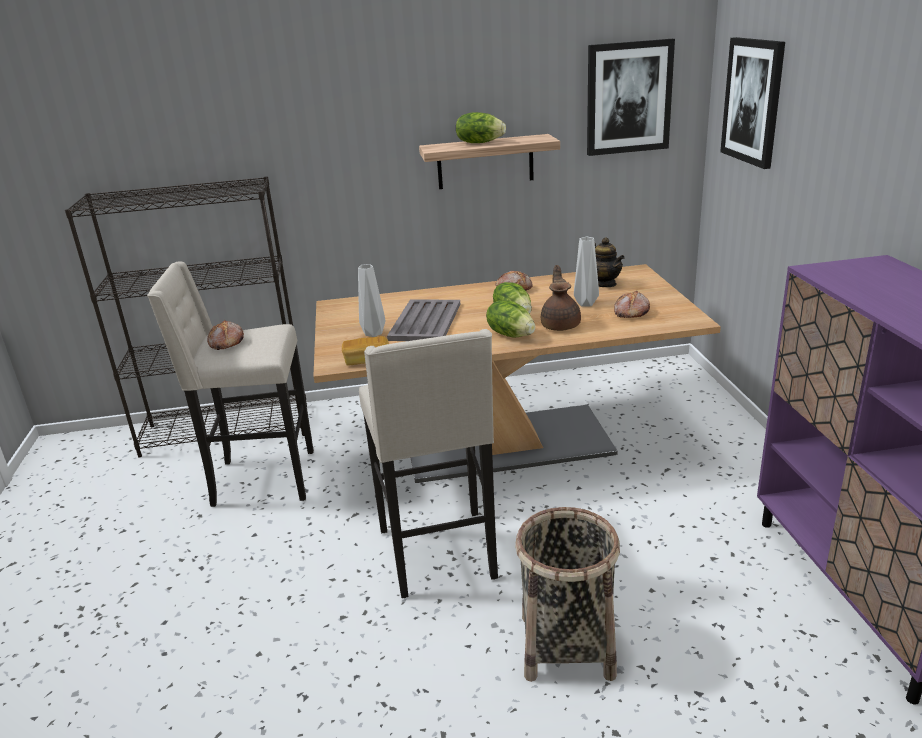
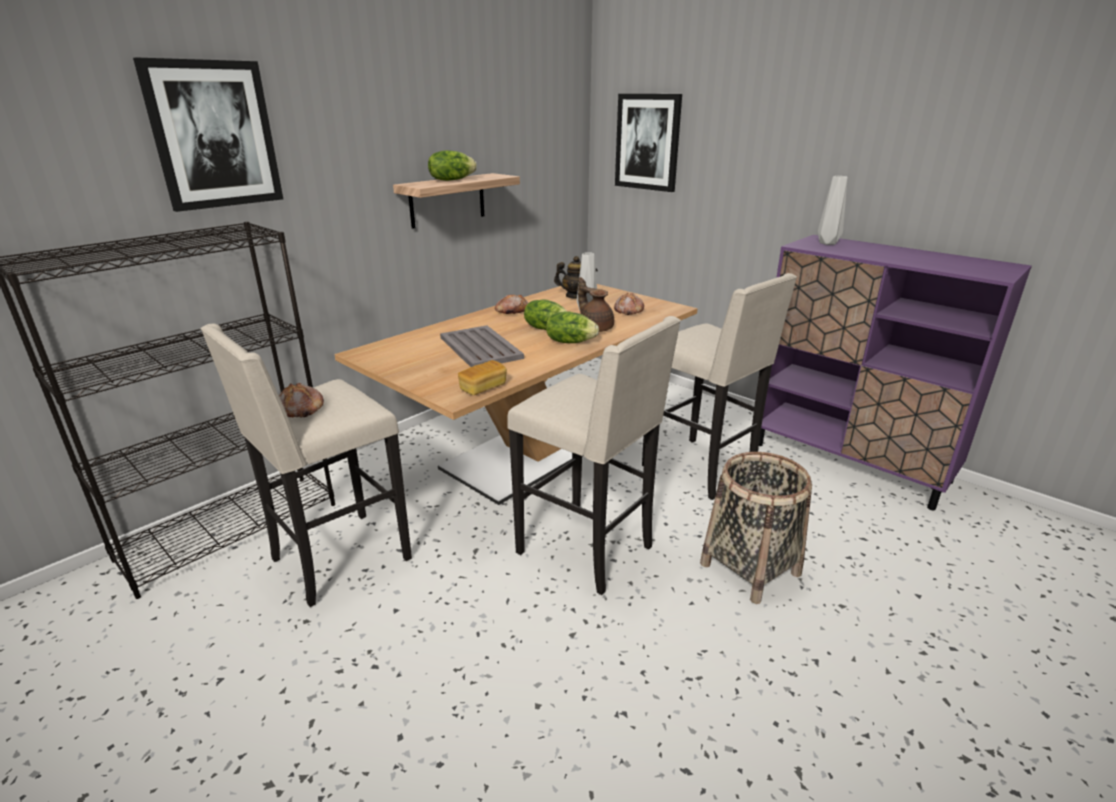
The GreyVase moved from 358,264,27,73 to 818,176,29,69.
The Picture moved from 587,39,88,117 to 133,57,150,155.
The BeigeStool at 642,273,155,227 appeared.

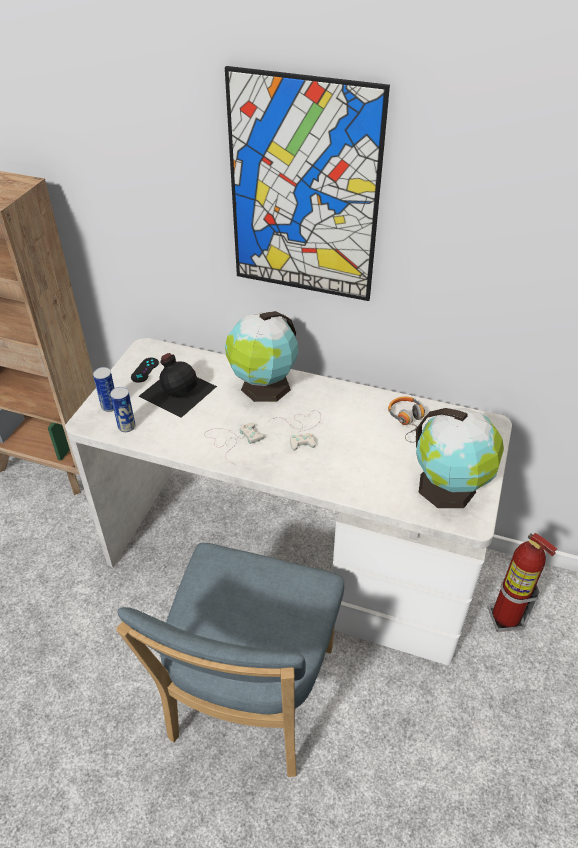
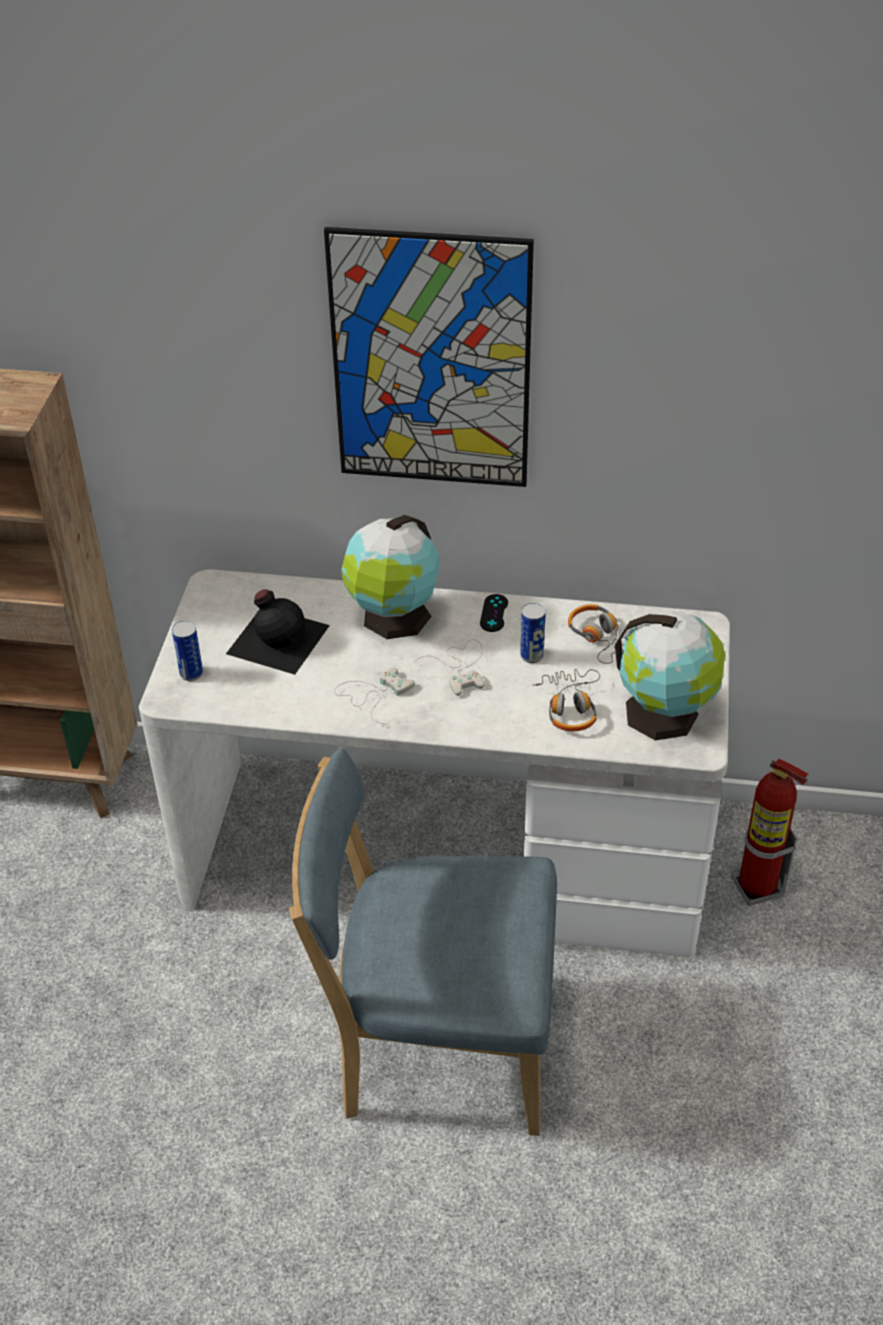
The Can moved from 110,387,26,45 to 520,603,26,60.
The BlueChair at 116,543,228,234 turned 90 degrees clockwise.
The BlackGameController moved from 131,358,28,24 to 480,594,28,38.
The Headphones at 532,669,68,62 appeared.

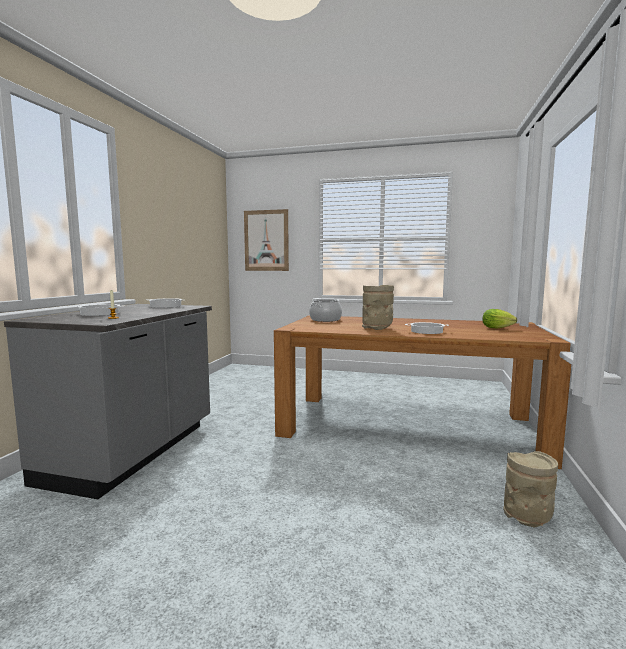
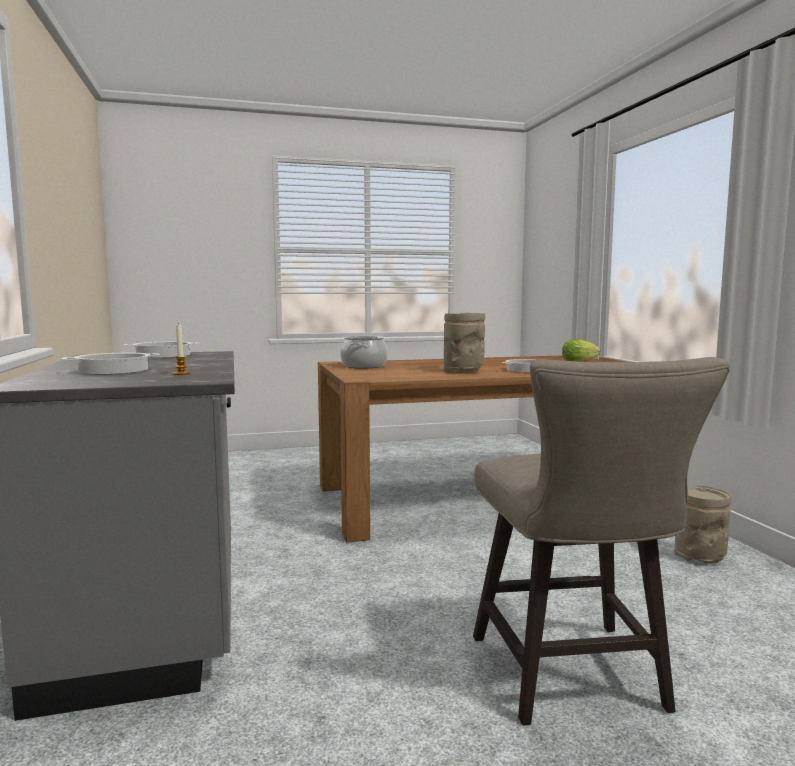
The Picture at 244,209,45,62 disappeared.
The BeigeStool at 473,357,257,368 appeared.

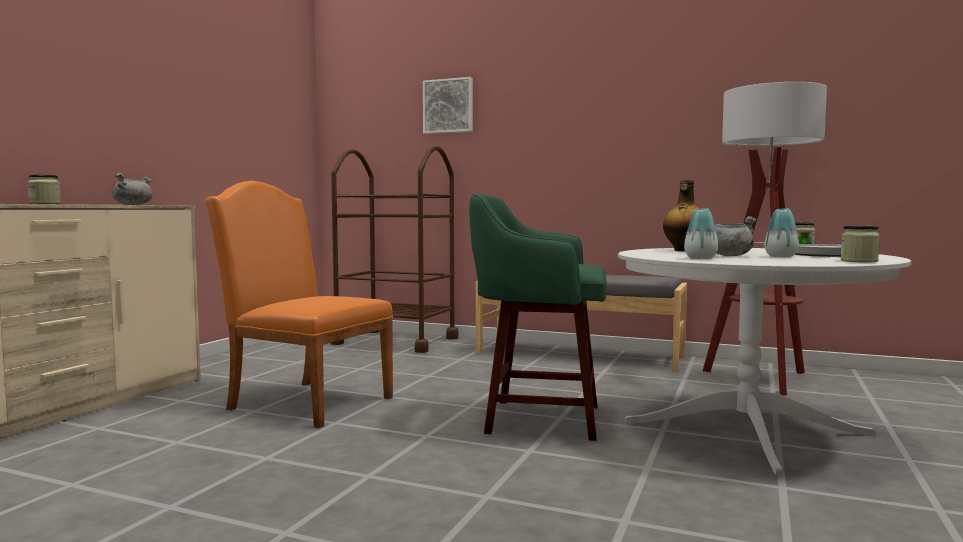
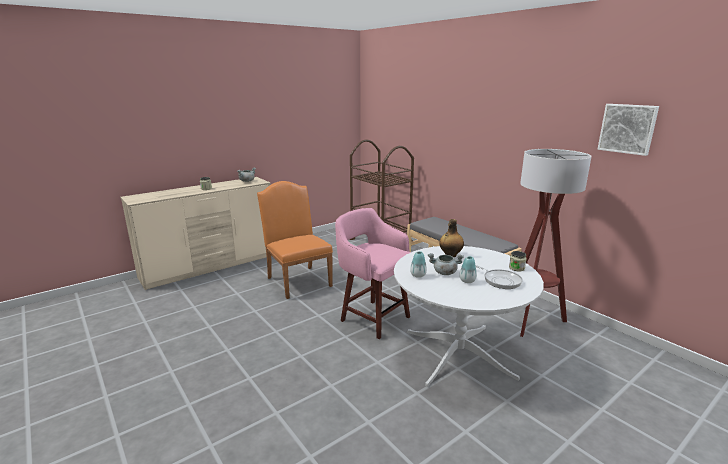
The Picture moved from 423,77,50,57 to 597,104,62,52.
The GreenStool at 469,194,137,247 became the PinkStool at 335,208,76,131.
The Jar at 841,226,39,37 disappeared.

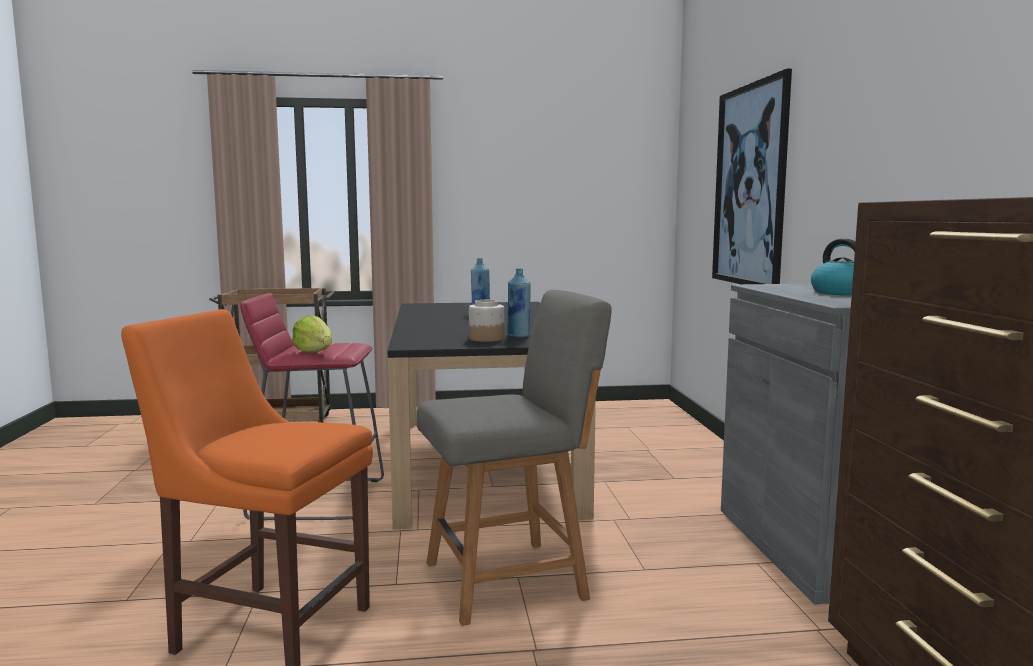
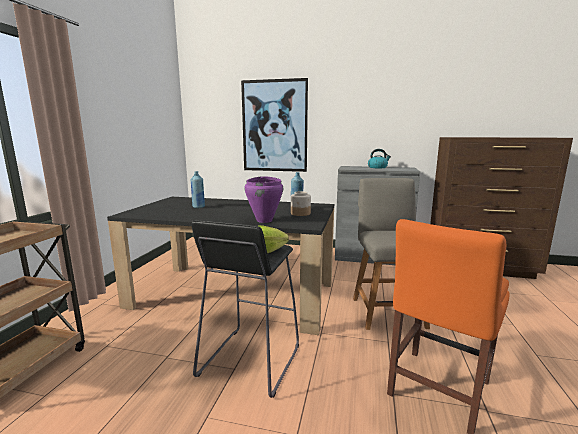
The RedStool at 240,293,144,227 became the BlackStool at 191,220,108,178.
The PurpleCookingPot at 244,176,39,47 appeared.

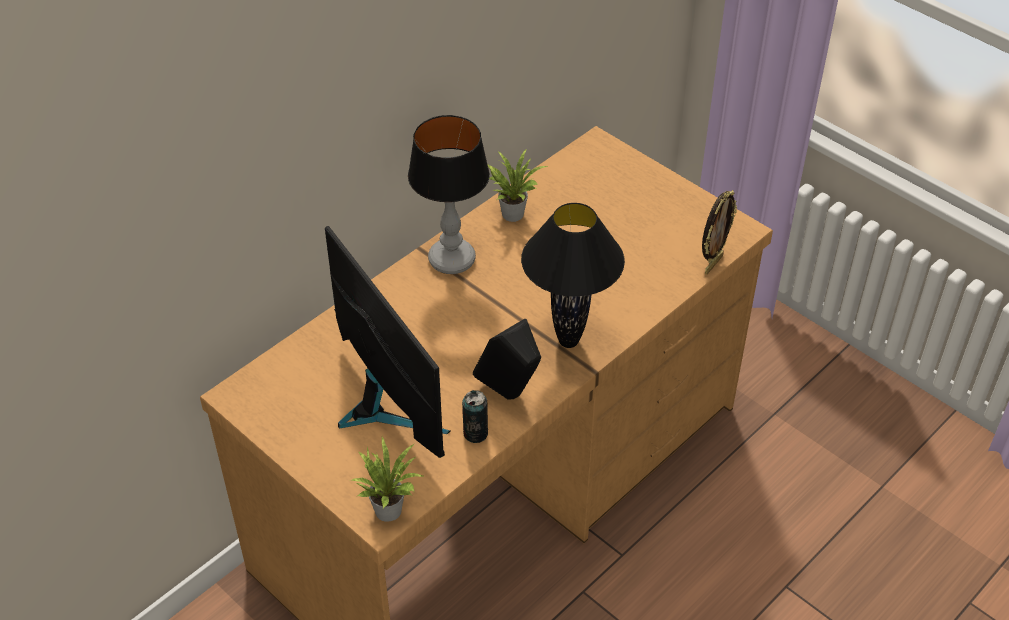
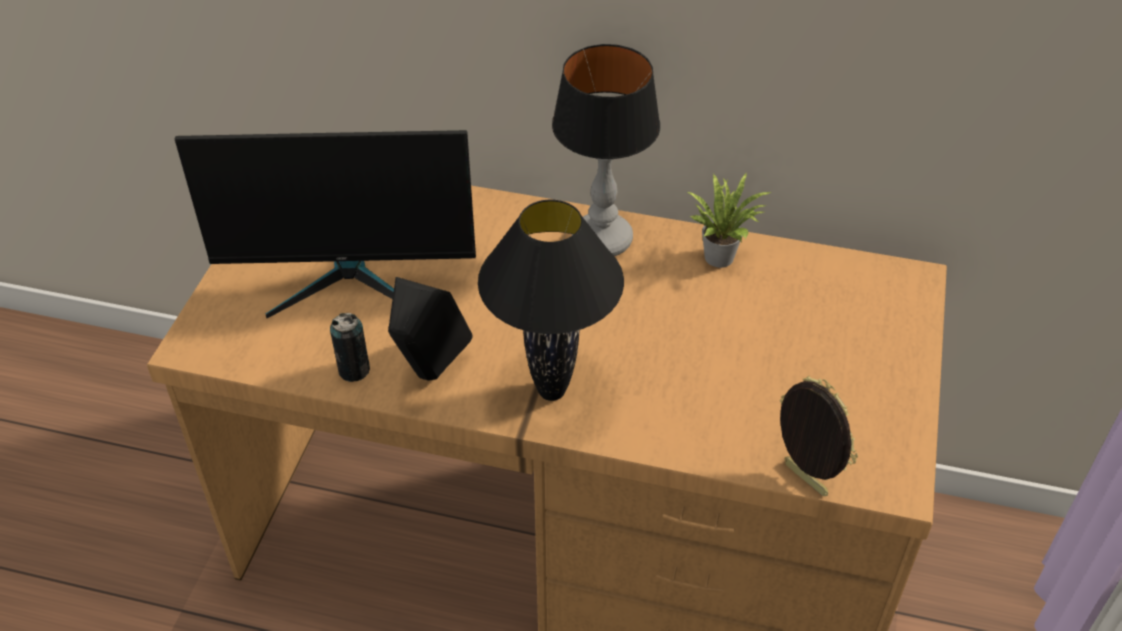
The Monitor at 325,226,126,232 turned 60 degrees clockwise.
The PottedPlant at 351,437,74,85 disappeared.
The PictureFrame at 702,190,35,85 turned 135 degrees counterclockwise.

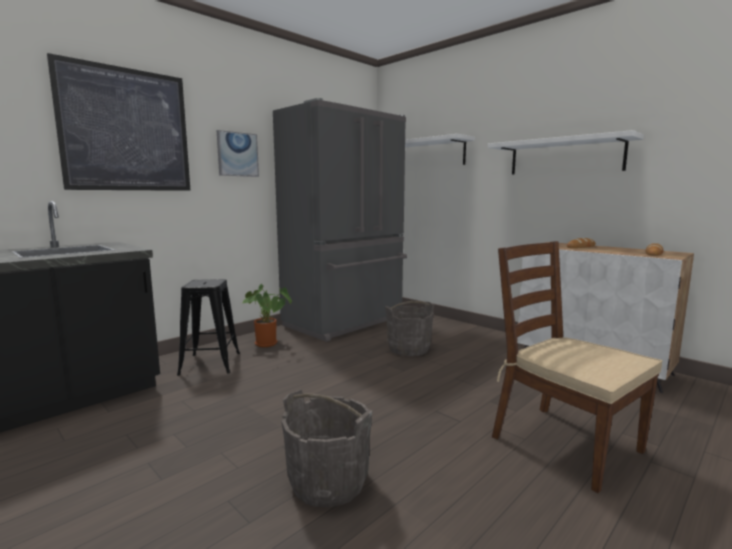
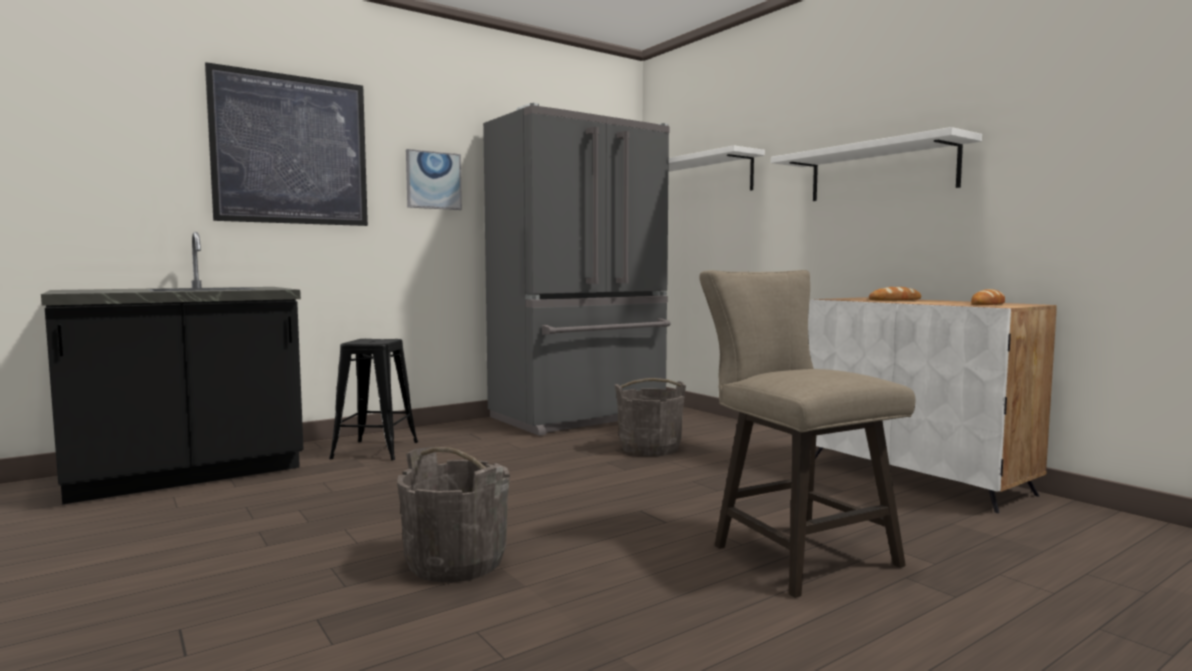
The PottedPlant at 242,284,50,63 disappeared.
The BrownChair at 492,241,170,252 was replaced by the BeigeStool at 699,270,216,328.

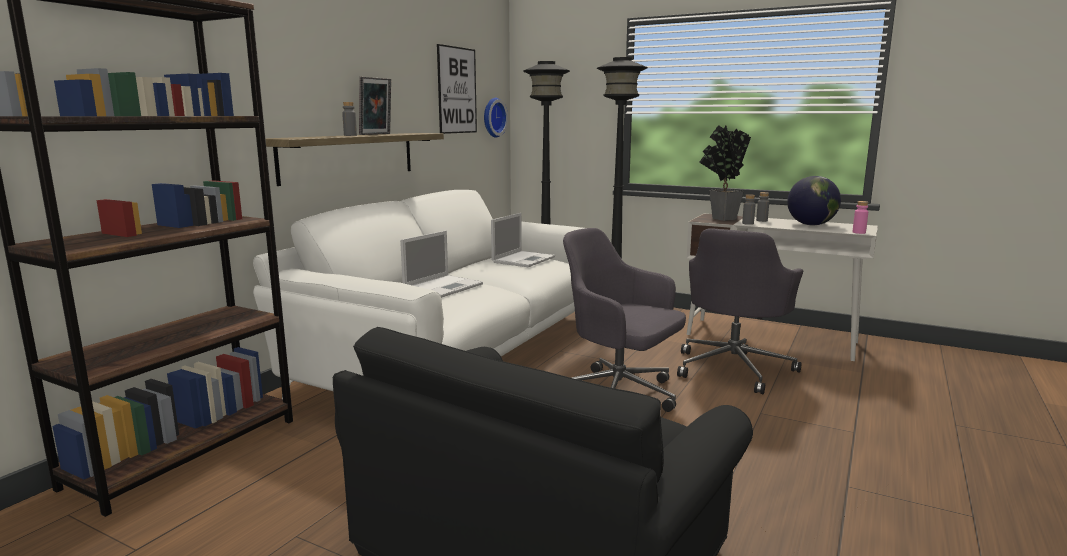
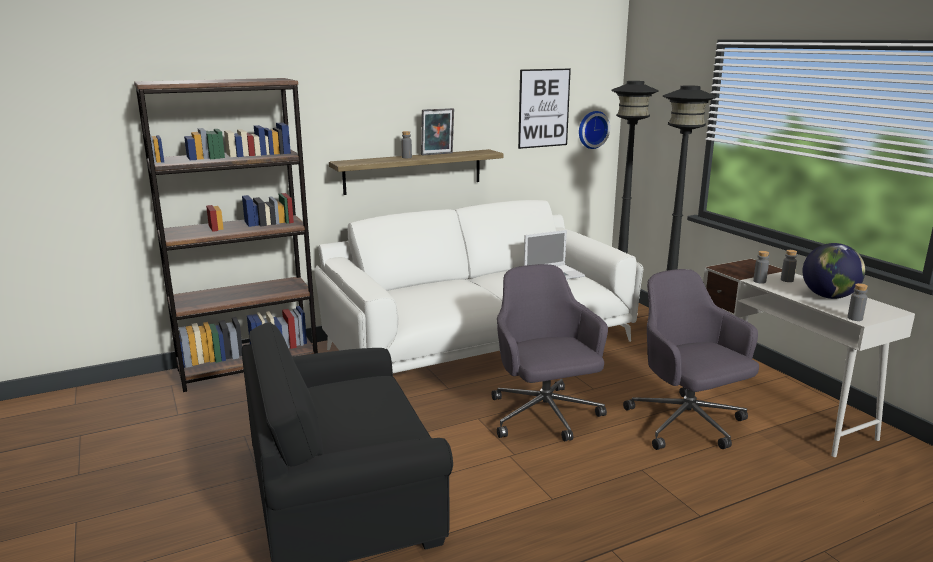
The Laptop at 400,230,83,68 disappeared.
The GreyOfficeChair at 677,228,126,166 turned 90 degrees clockwise.
The PottedPlant at 700,125,51,96 disappeared.
The PinkBottle at 852,201,16,33 became the GreyBottle at 847,283,21,38.

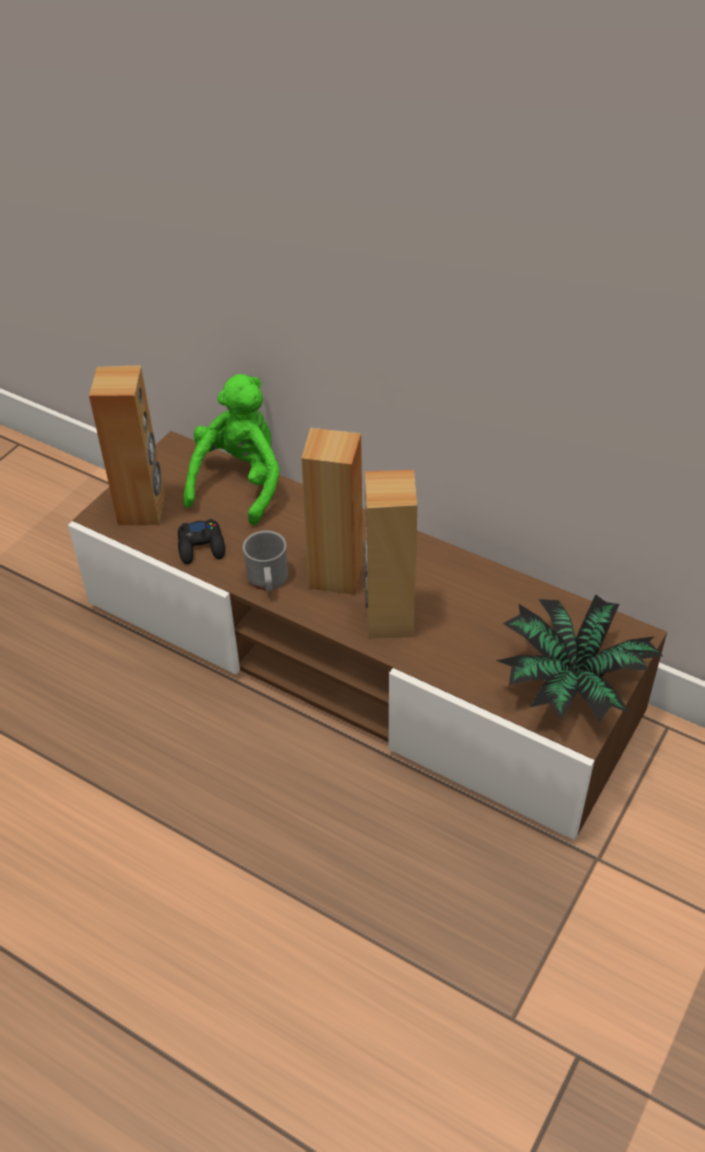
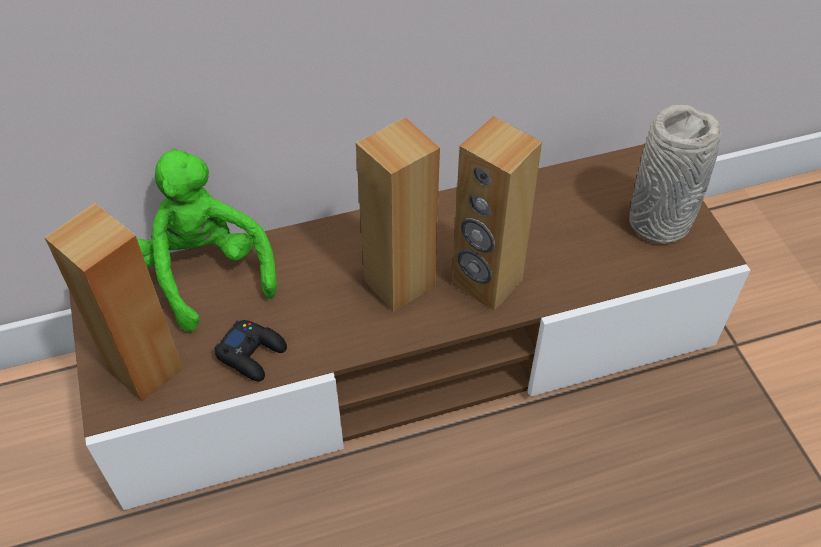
The GreyMug at 243,531,45,60 disappeared.
The PottedPlant at 496,594,167,128 was replaced by the GreyVase at 629,105,93,139.

